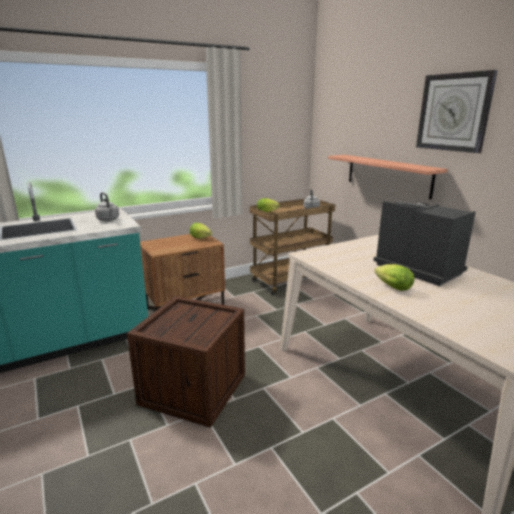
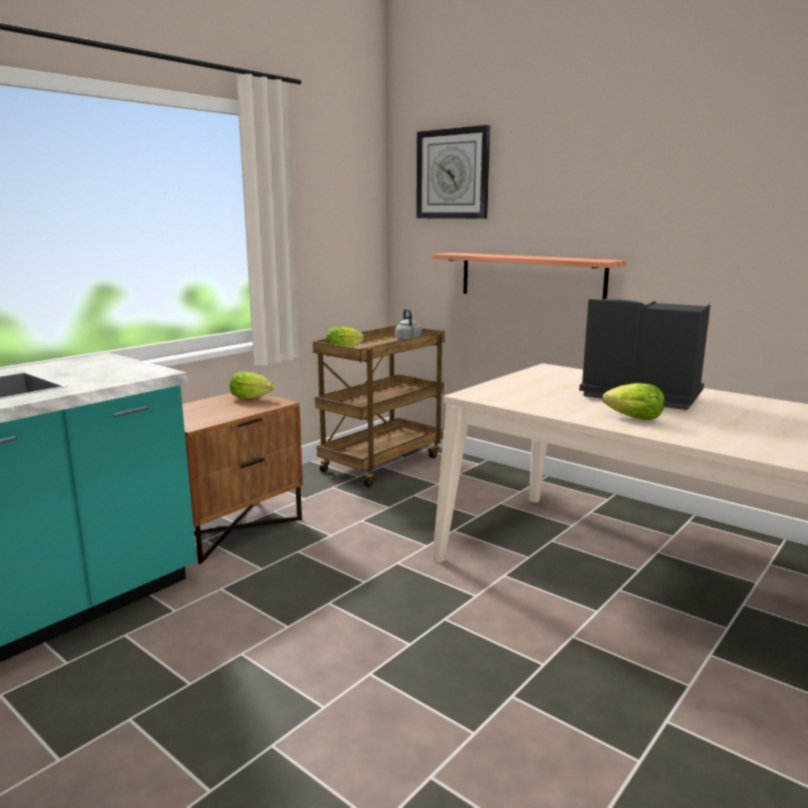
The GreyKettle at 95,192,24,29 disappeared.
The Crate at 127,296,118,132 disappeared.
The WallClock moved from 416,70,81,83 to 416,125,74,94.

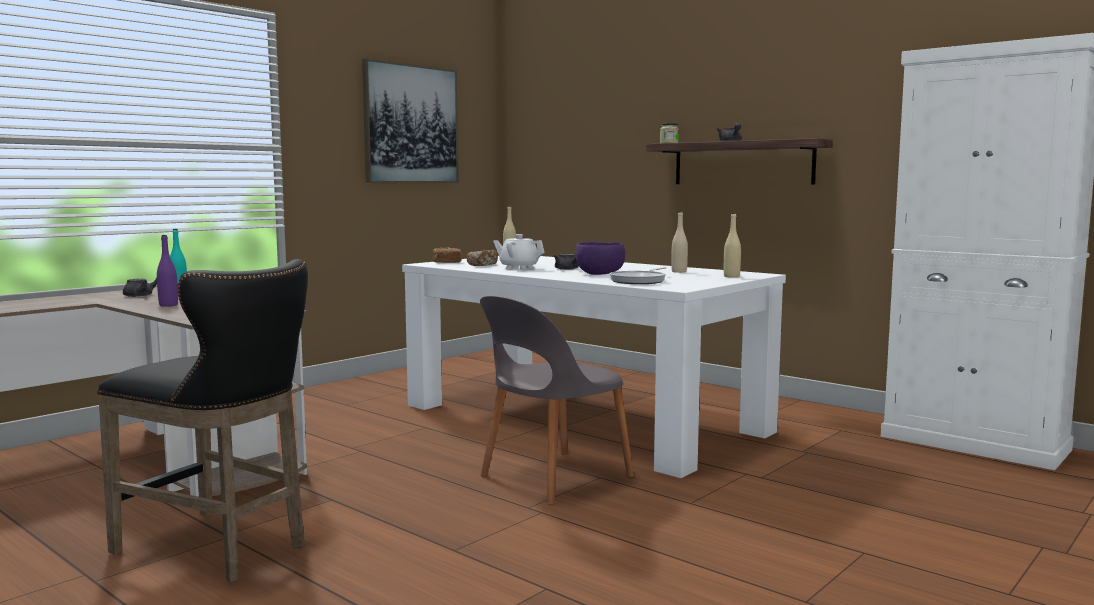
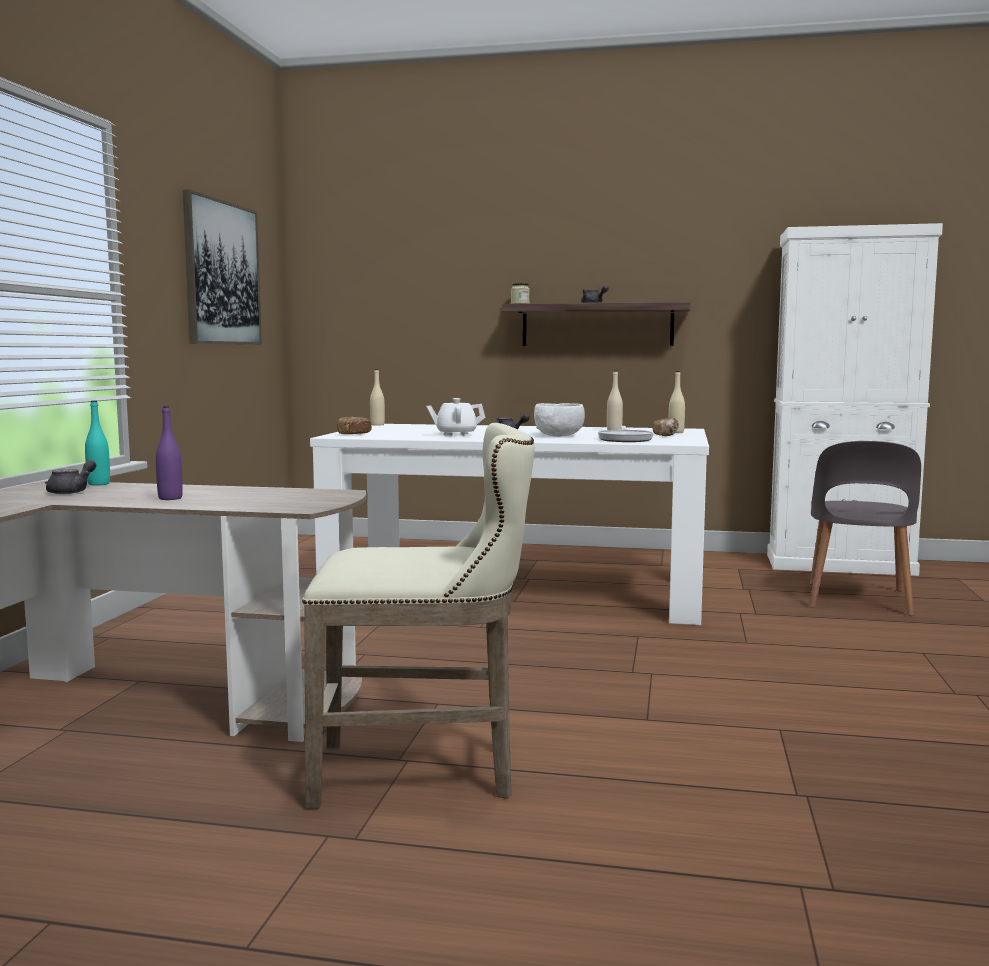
The BlackStool at 97,259,211,324 became the BeigeStool at 302,423,233,385.
The Bread moved from 467,250,31,16 to 653,417,26,19.
The GreyChair moved from 480,296,154,209 to 809,441,112,175.
The PurpleBowl at 575,242,50,33 became the WhiteBowl at 534,403,51,34.

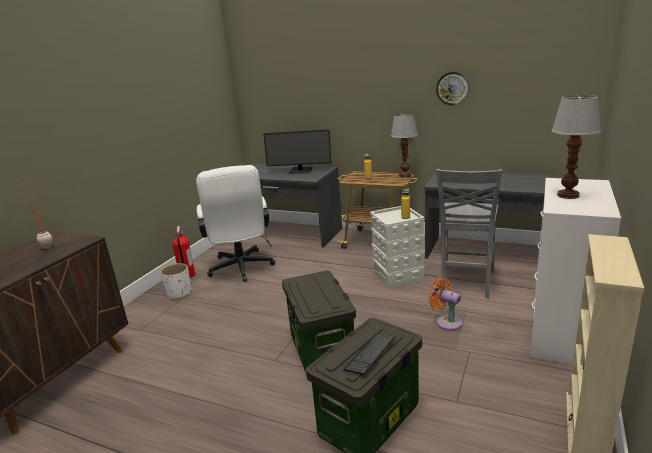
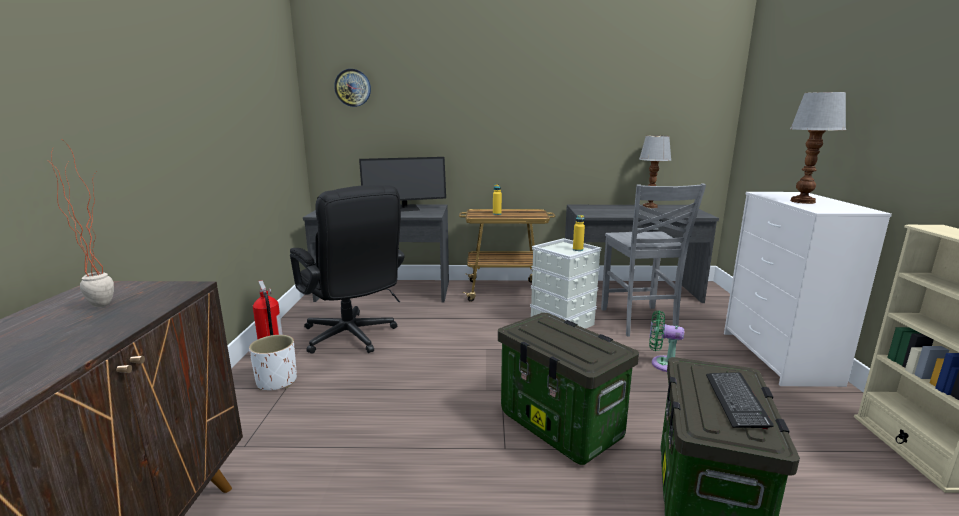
The WhiteOfficeChair at 196,165,79,117 became the BlackOfficeChair at 290,185,115,169.
The TableLamp moved from 391,113,27,64 to 639,135,32,73.
The OrangeFan at 428,278,35,53 became the GreenFan at 649,310,35,62.
The WallClock moved from 436,72,33,33 to 334,69,37,38.

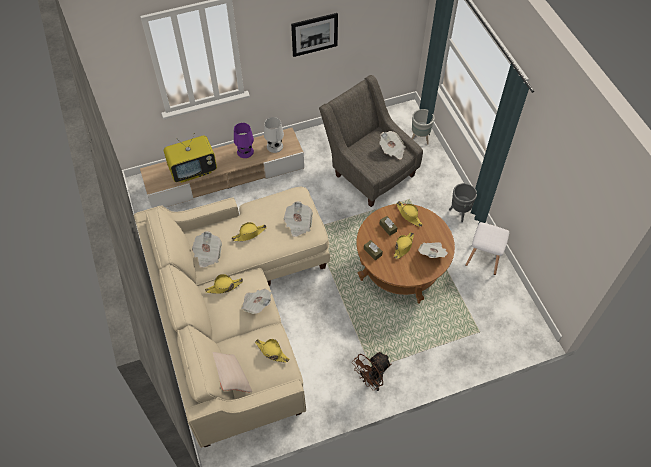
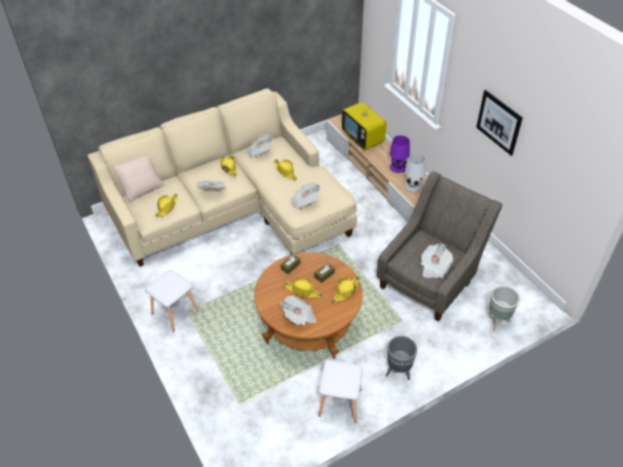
The BrownFan at 352,352,39,39 was replaced by the WhiteStool at 145,270,54,62.

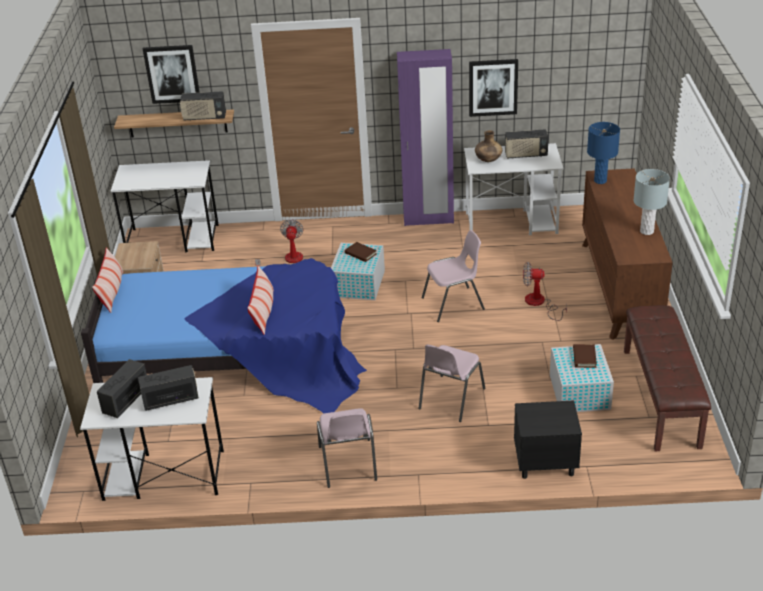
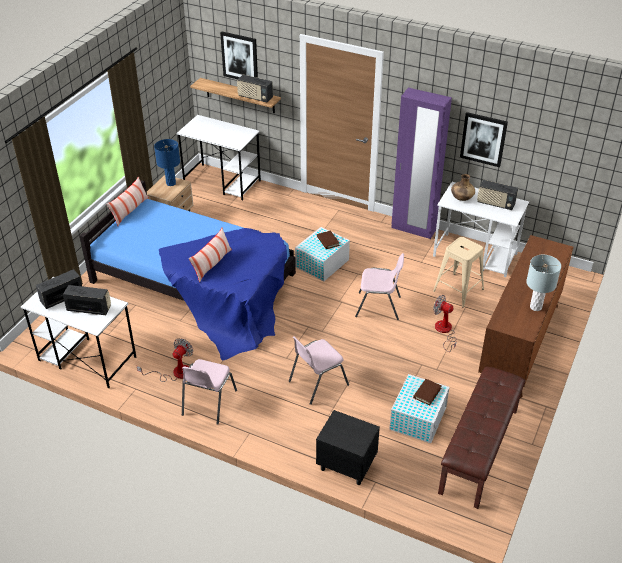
The Fan moved from 255,219,48,47 to 137,338,56,44.
The BlueTableLamp moved from 587,122,33,62 to 154,139,26,47.
The BeigeStool at 433,237,51,71 appeared.

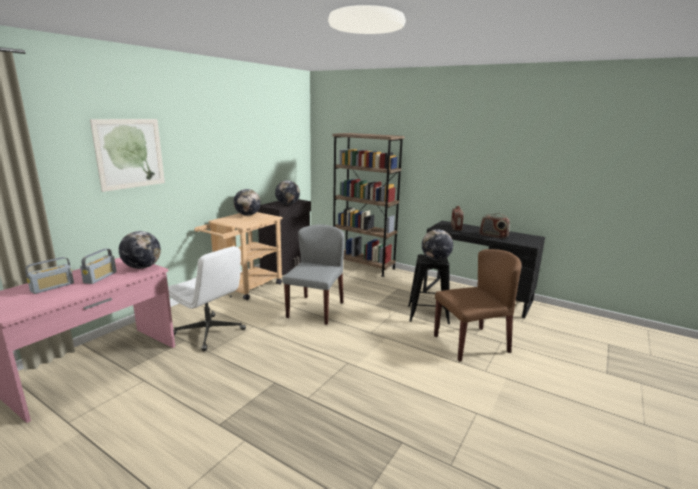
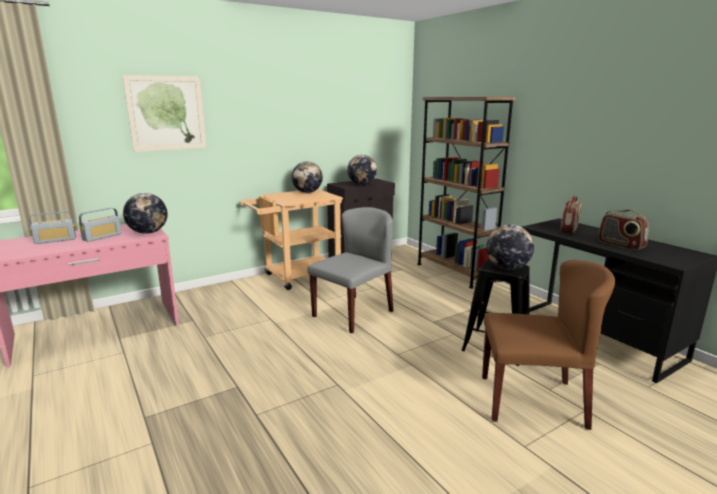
The WhiteOfficeChair at 168,246,78,105 disappeared.

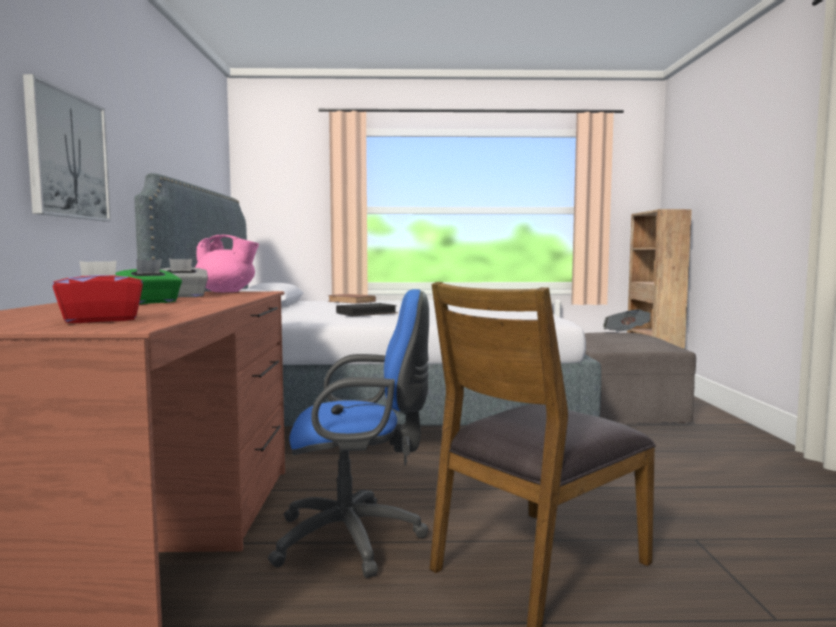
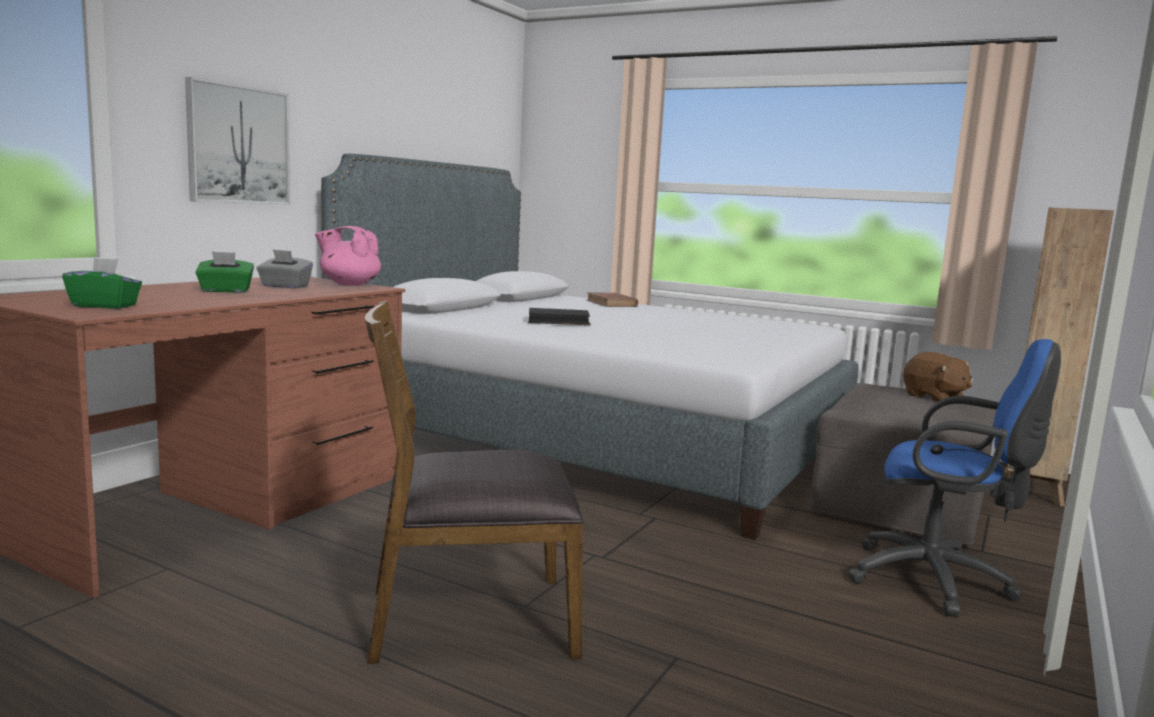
The RedTissueBox at 53,261,90,62 became the GreenTissueBox at 62,258,80,51.
The PinkTeapot at 195,235,64,57 turned 150 degrees clockwise.
The BlueOfficeChair moved from 268,289,161,289 to 848,339,213,278.
The Newspaper at 603,309,48,22 was replaced by the BrownPlushToy at 903,352,69,50.

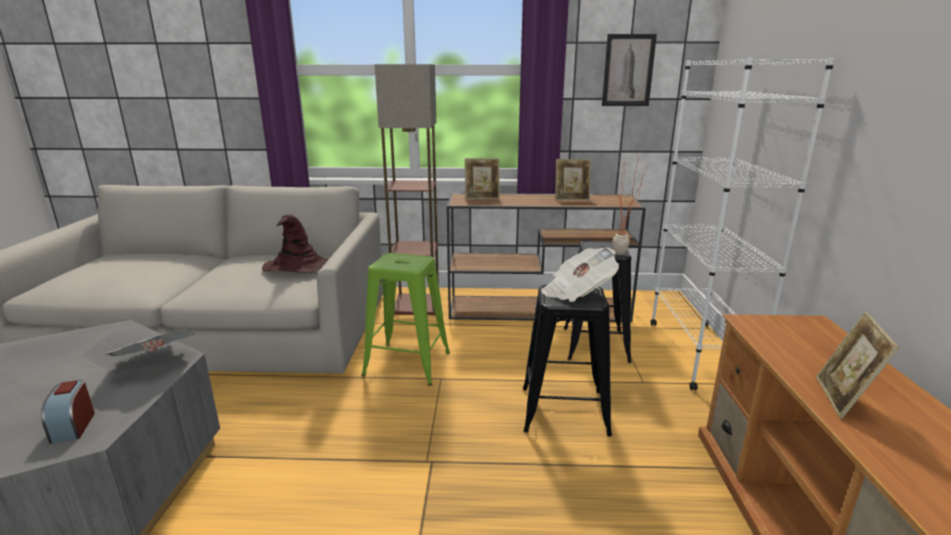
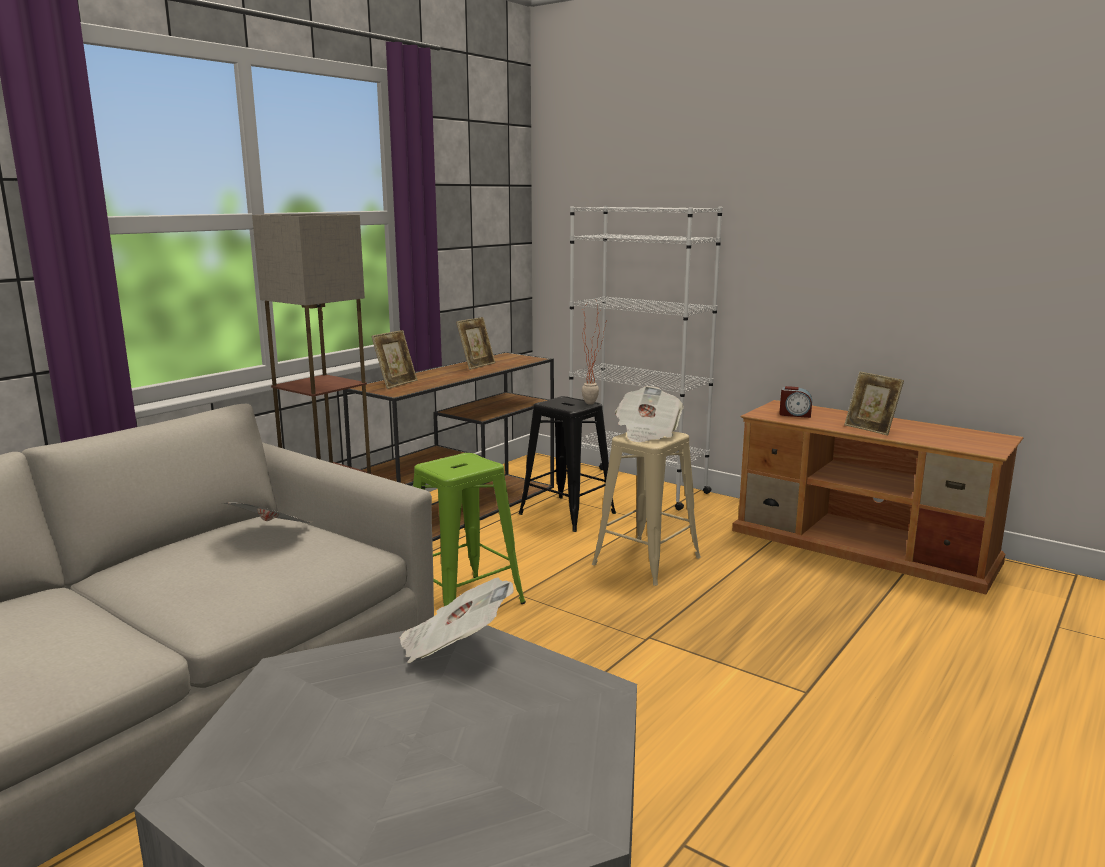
The AlarmClock moved from 41,380,54,64 to 779,386,33,32.
The BrownHat at 262,215,66,58 was replaced by the Newspaper at 221,502,89,21.
The BlackStool at 523,284,89,152 became the BeigeStool at 592,431,109,155.
The Picture at 602,34,55,72 disappeared.

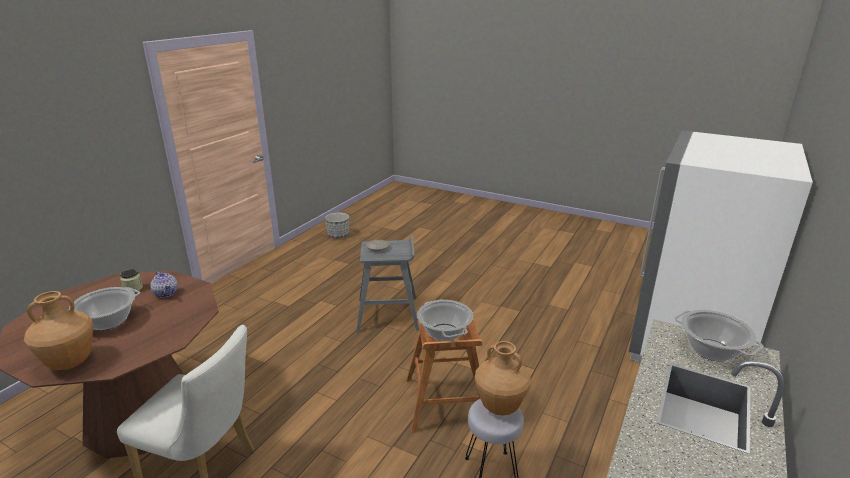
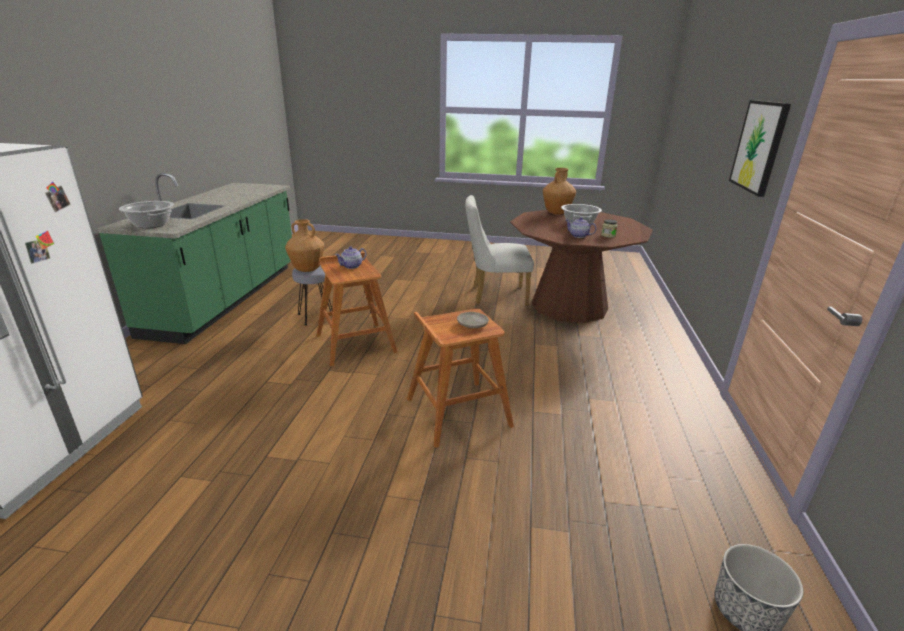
The GreyStool at 356,236,63,97 became the BrownStool at 407,309,107,139.
The CookingPot at 417,299,56,42 was replaced by the Teapot at 335,246,31,23.
The Picture at 729,100,62,97 appeared.

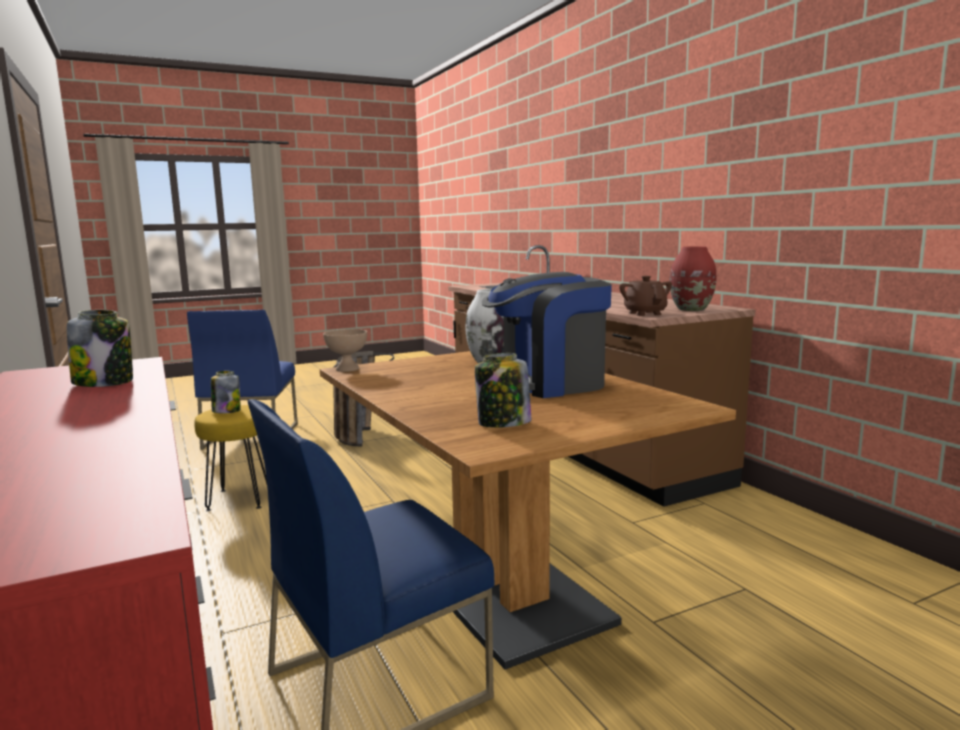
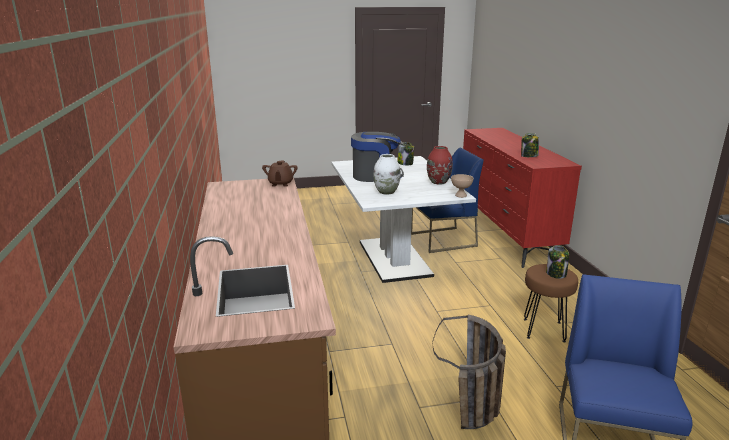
The YellowStool at 194,405,73,106 became the BrownStool at 524,264,54,78.
The BrownDiningTable at 320,351,416,319 became the WhiteDiningTable at 331,156,145,127.
The RedVase moved from 670,246,46,65 to 427,146,26,39.

